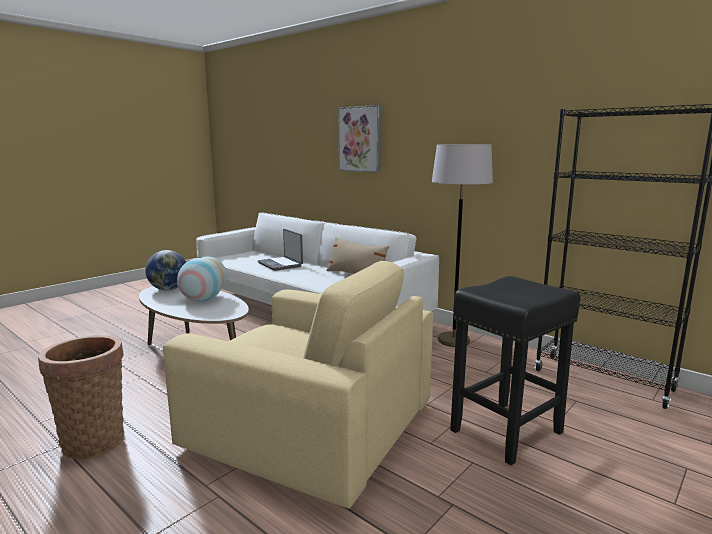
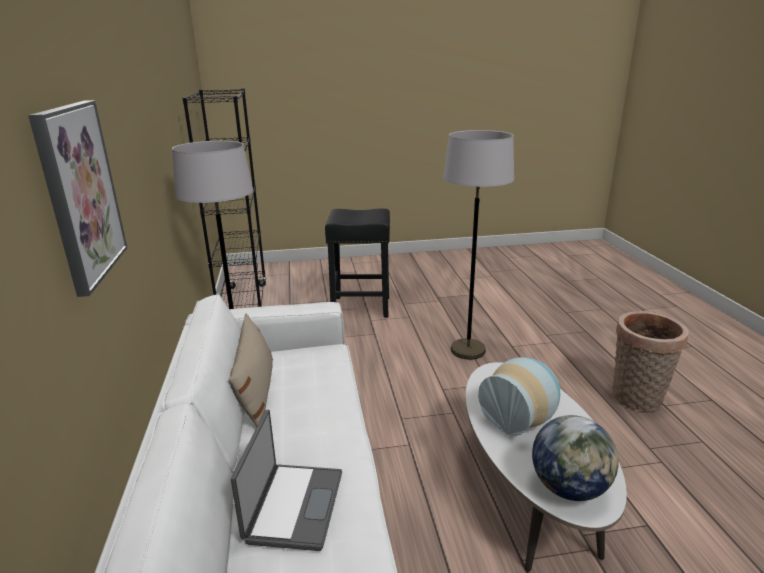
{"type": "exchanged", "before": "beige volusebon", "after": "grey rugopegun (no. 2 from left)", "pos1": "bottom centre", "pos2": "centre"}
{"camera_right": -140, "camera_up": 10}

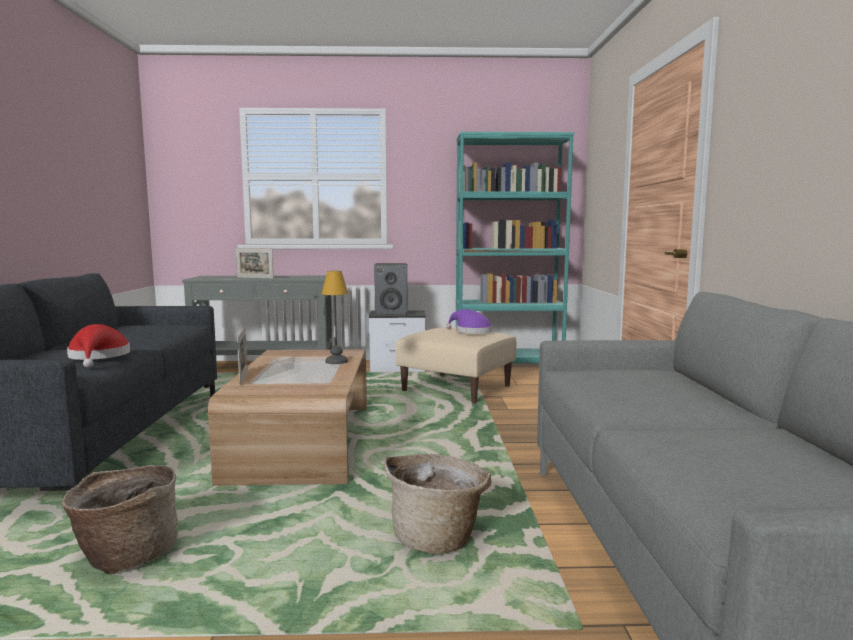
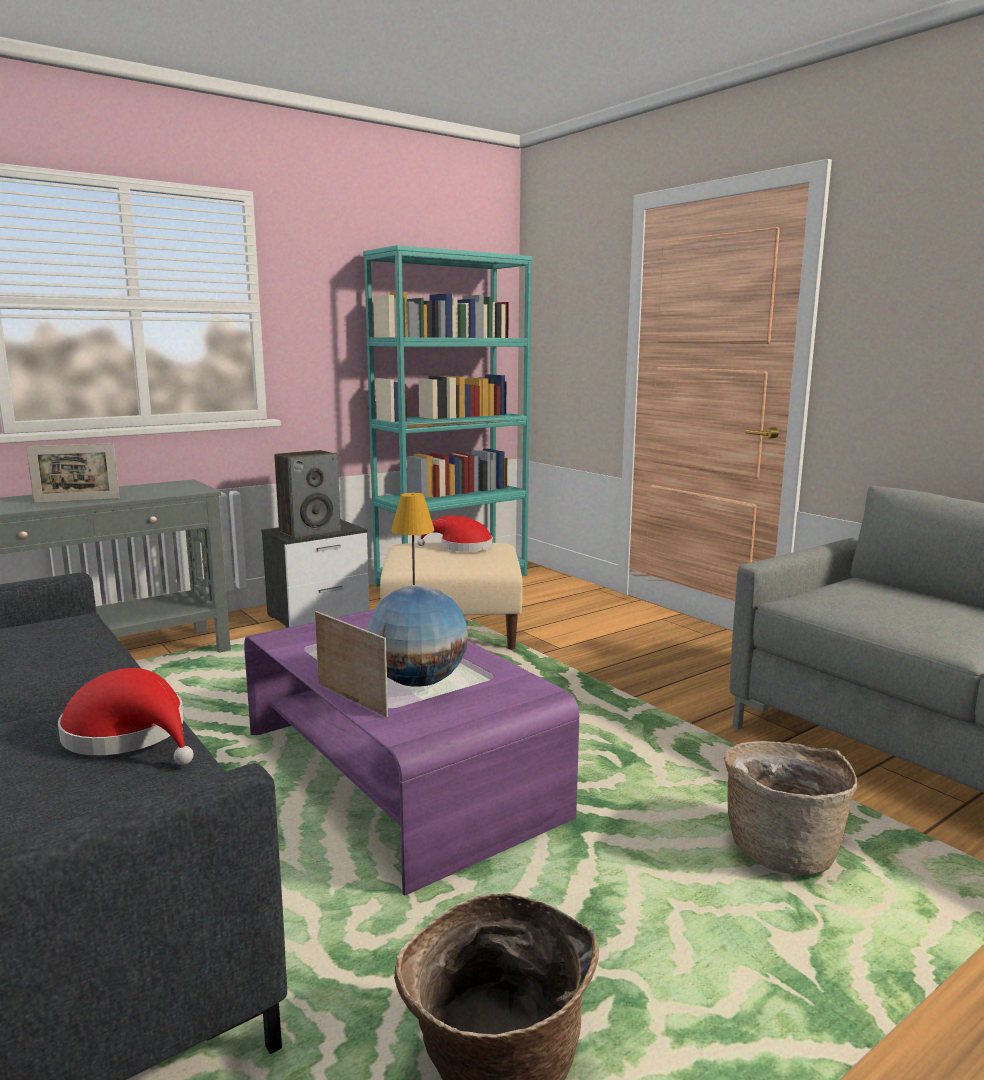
{"type": "colour", "before": "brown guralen", "after": "purple guralen", "pos1": "centre", "pos2": "bottom centre"}
{"type": "appeared", "after": "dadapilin", "pos2": "centre"}
{"type": "colour", "before": "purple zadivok", "after": "red zadivok (no. 2 from left)", "pos1": "centre", "pos2": "centre"}
{"camera_right": -35, "camera_up": 5}

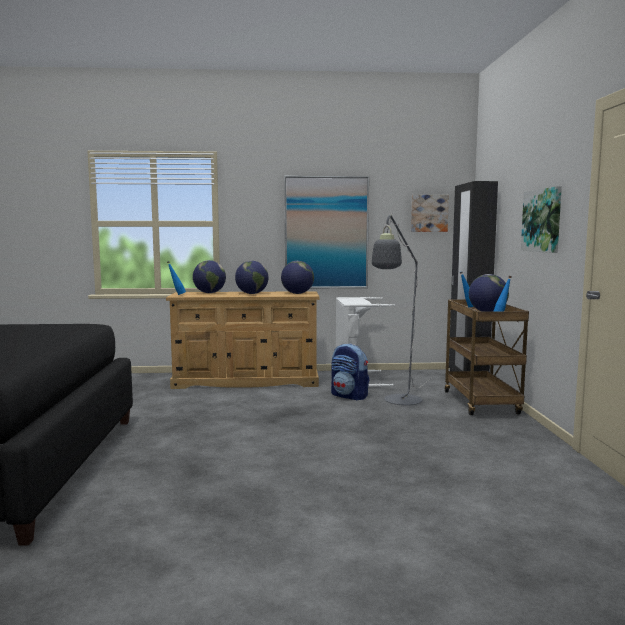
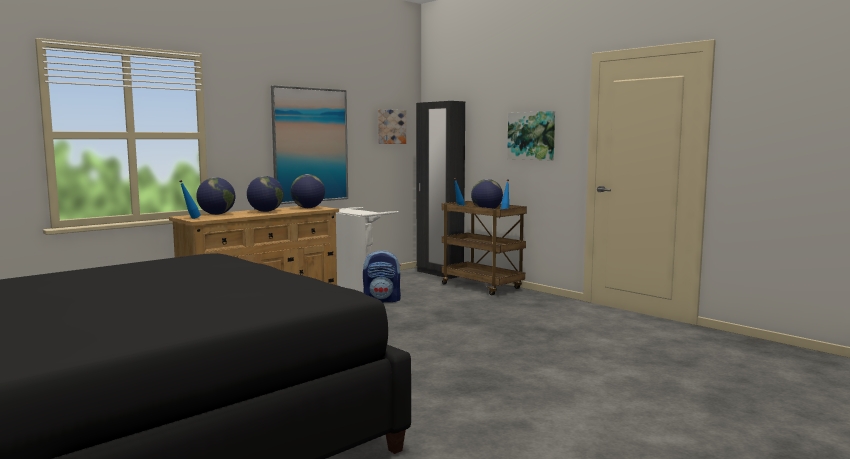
{"type": "missing", "before": "grey rugopegun", "pos1": "centre"}
{"camera_right": -40, "camera_up": 0}

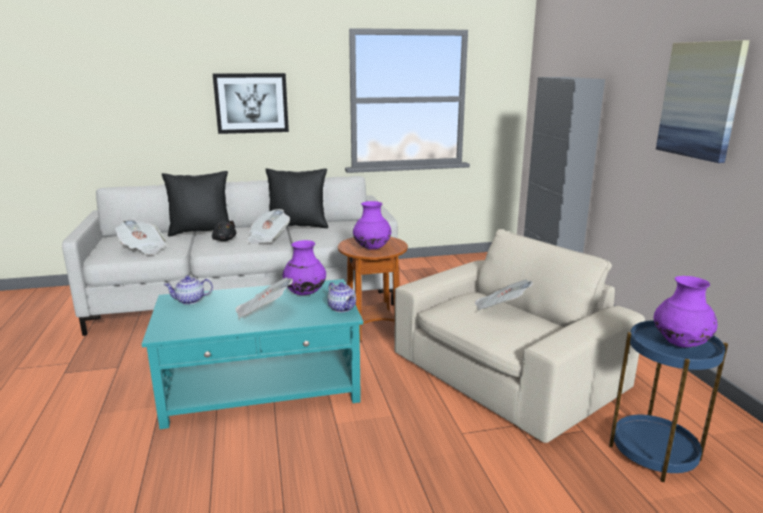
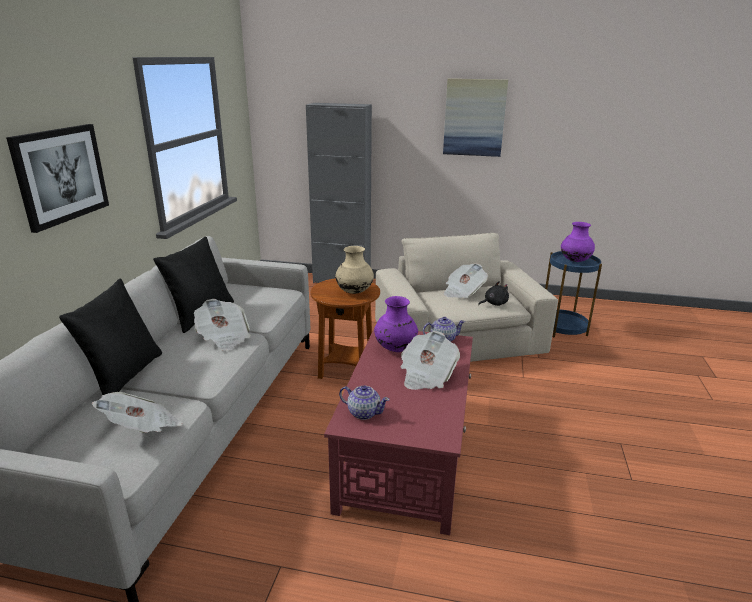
{"type": "colour", "before": "turquoise guralen", "after": "red guralen", "pos1": "bottom left", "pos2": "bottom centre"}
{"type": "colour", "before": "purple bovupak (no. 2 from left)", "after": "beige bovupak", "pos1": "centre", "pos2": "centre"}
{"type": "spun", "before": "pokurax (no. 1 from left)", "pos1": "middle left", "pos2": "bottom centre", "turn": -75}
{"type": "relocated", "before": "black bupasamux", "pos1": "middle left", "pos2": "centre"}
{"camera_right": -65, "camera_up": 5}

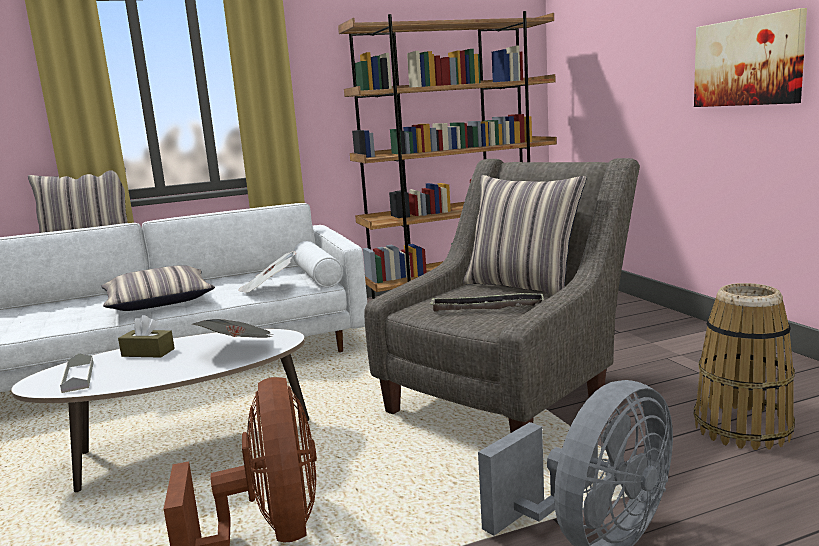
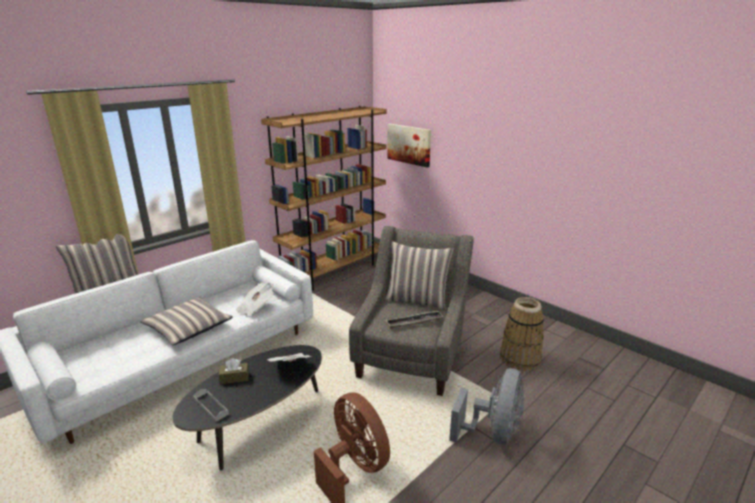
{"type": "colour", "before": "white guralen", "after": "black guralen", "pos1": "bottom left", "pos2": "bottom left"}
{"type": "relocated", "before": "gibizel", "pos1": "top right", "pos2": "top centre"}
{"camera_right": -25, "camera_up": 10}

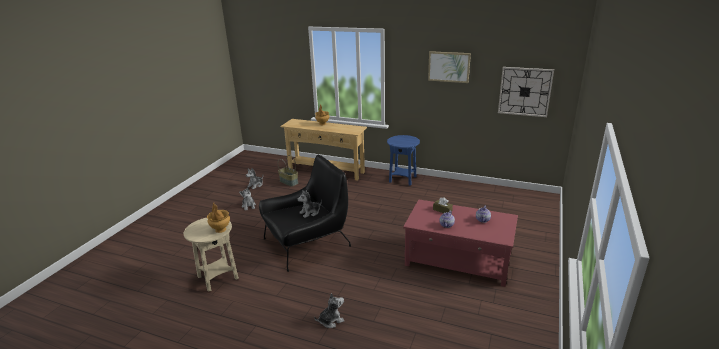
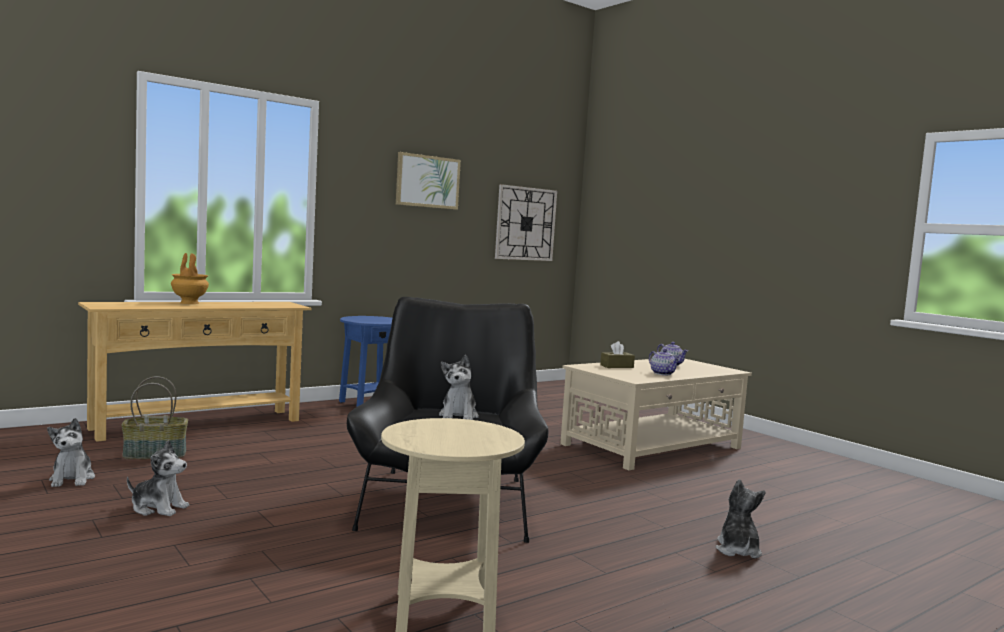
{"type": "colour", "before": "red guralen", "after": "beige guralen", "pos1": "bottom centre", "pos2": "centre"}
{"type": "missing", "before": "brown bovupak (no. 1 from left)", "pos1": "middle left"}
{"camera_right": -60, "camera_up": -20}

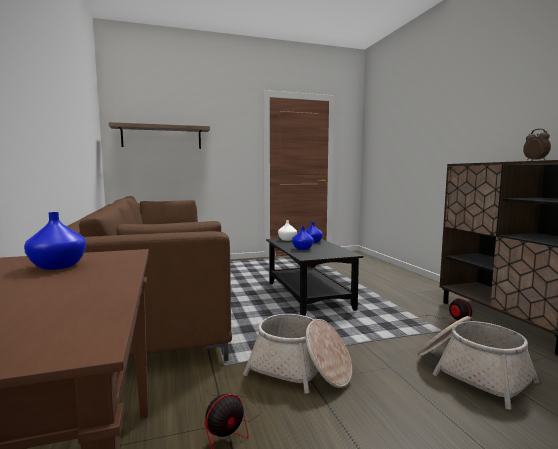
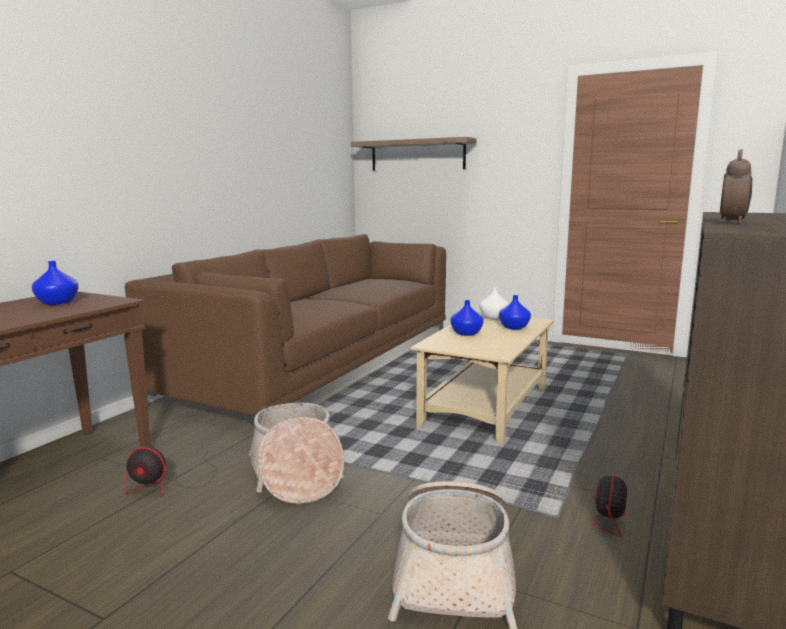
{"type": "colour", "before": "black guralen", "after": "beige guralen", "pos1": "centre", "pos2": "centre"}
{"camera_right": 45, "camera_up": 5}

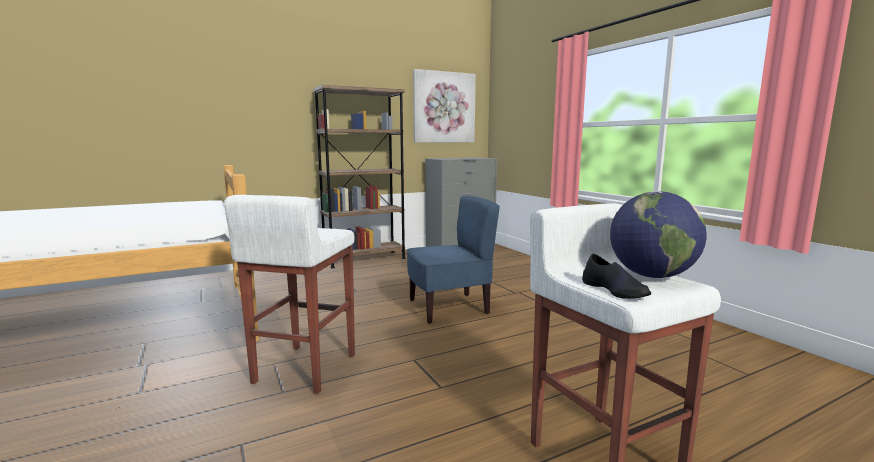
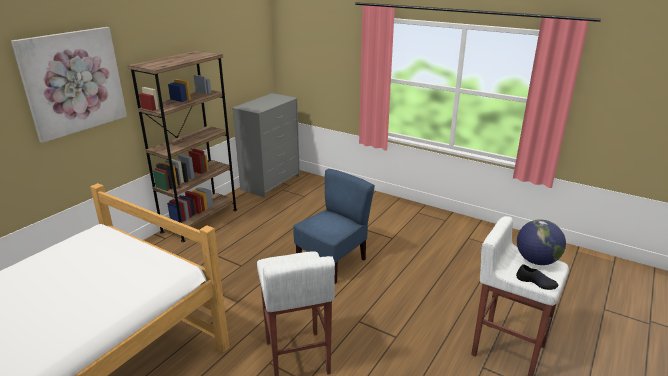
{"type": "relocated", "before": "gibizel", "pos1": "top centre", "pos2": "top left"}
{"camera_right": -30, "camera_up": 15}

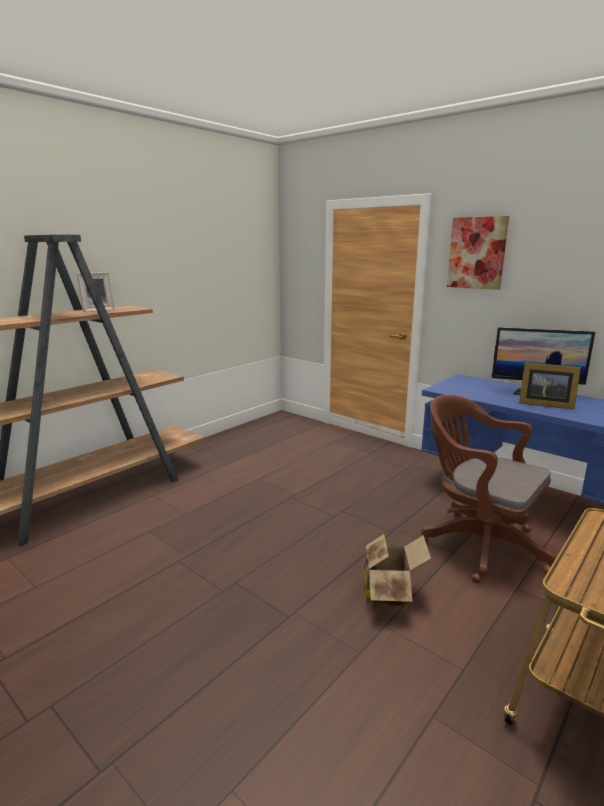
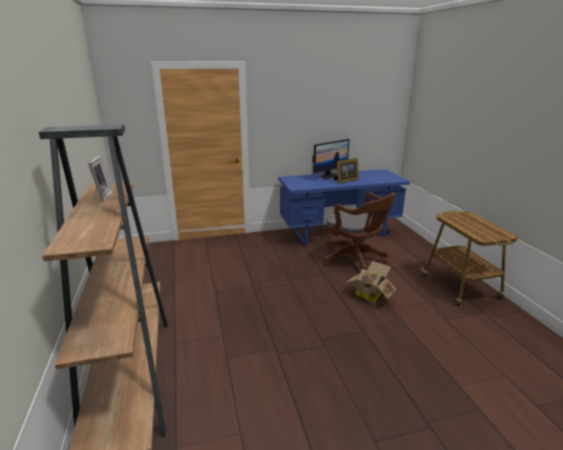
{"type": "spun", "before": "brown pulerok", "pos1": "middle right", "pos2": "centre", "turn": -120}
{"type": "missing", "before": "gibizel", "pos1": "top right"}
{"camera_right": -55, "camera_up": 5}

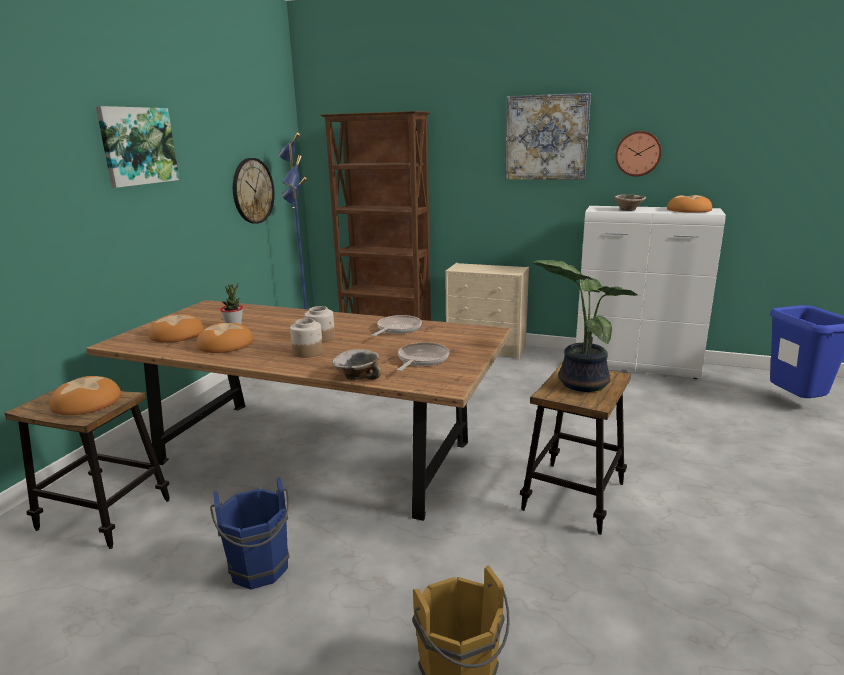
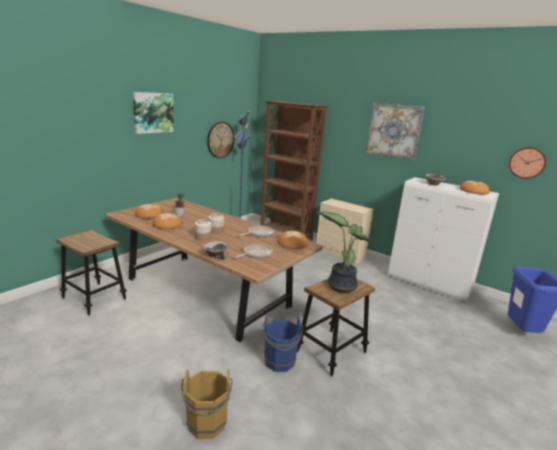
{"type": "relocated", "before": "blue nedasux", "pos1": "bottom left", "pos2": "bottom centre"}
{"type": "relocated", "before": "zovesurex (no. 1 from left in the first image)", "after": "zovesurex (no. 3 from left)", "pos1": "middle left", "pos2": "centre"}
{"type": "relocated", "before": "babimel (no. 2 from left)", "pos1": "top right", "pos2": "middle right"}
{"camera_right": 15, "camera_up": 0}

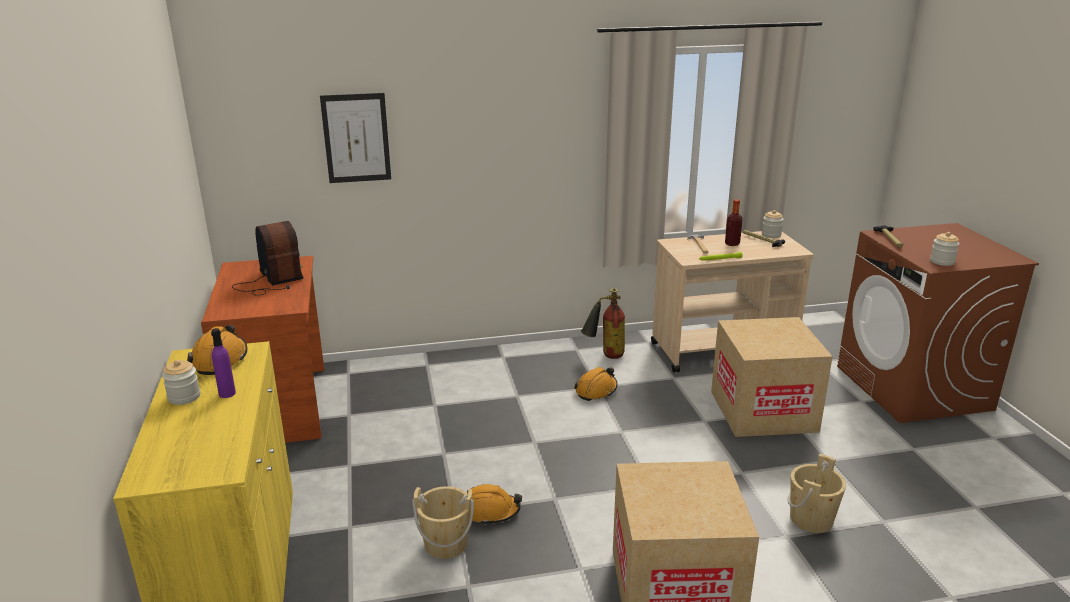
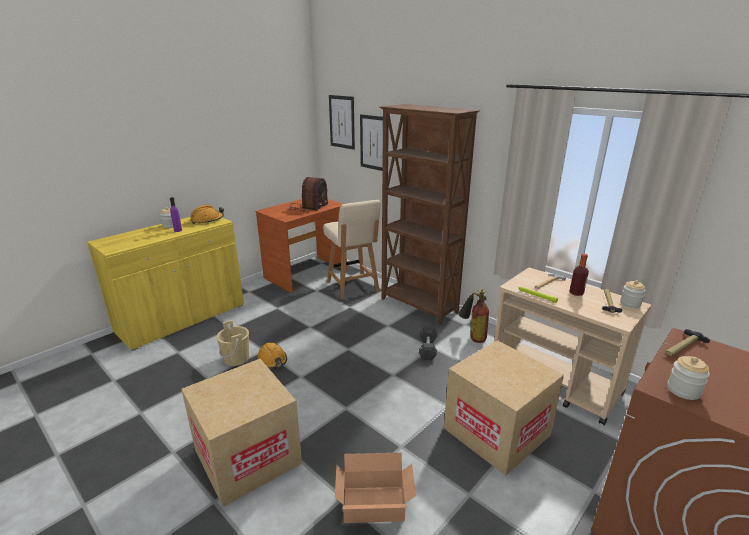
{"type": "appeared", "after": "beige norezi", "pos2": "centre"}
{"type": "appeared", "after": "gibizel (no. 1 from left)", "pos2": "top centre"}
{"type": "exchanged", "before": "beige nedasux (no. 2 from left)", "after": "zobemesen (no. 2 from left)", "pos1": "bottom right", "pos2": "bottom centre"}
{"type": "appeared", "after": "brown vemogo", "pos2": "centre"}
{"type": "exchanged", "before": "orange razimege (no. 3 from left)", "after": "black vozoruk", "pos1": "centre", "pos2": "centre"}
{"camera_right": 55, "camera_up": 0}

